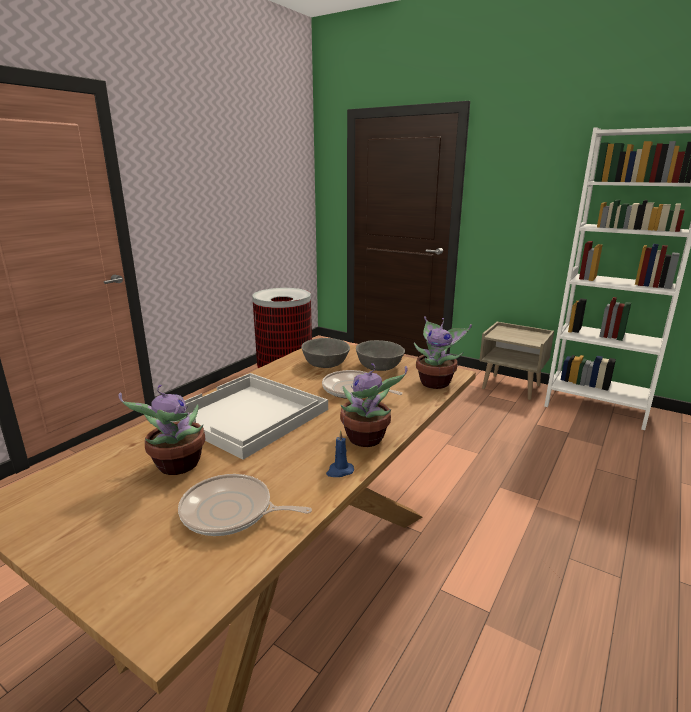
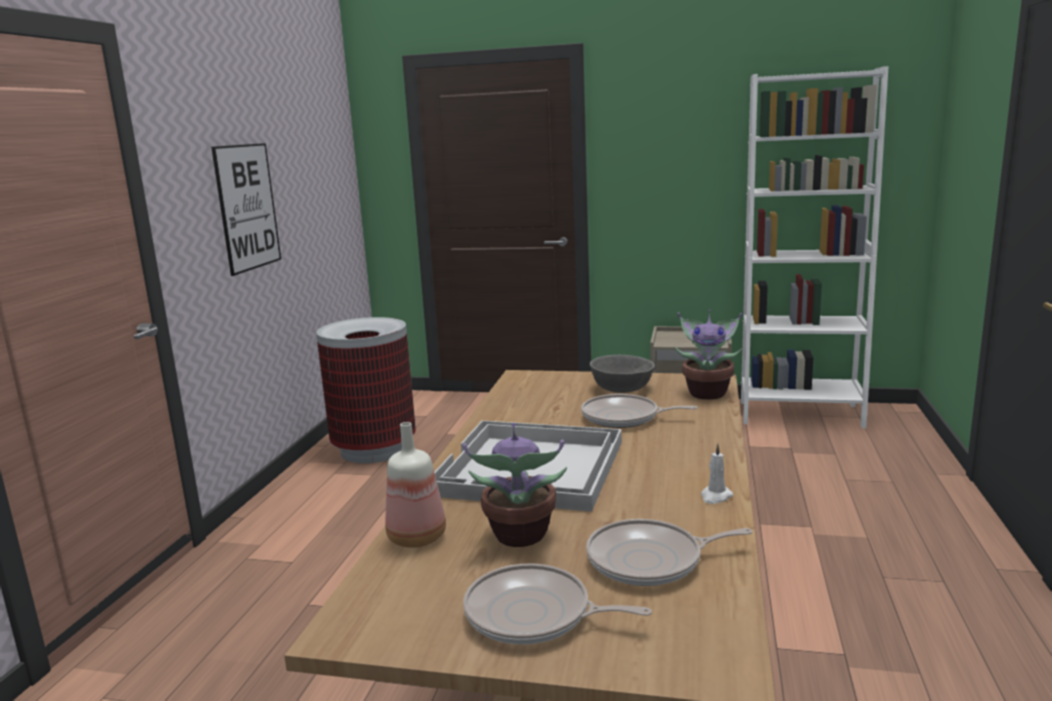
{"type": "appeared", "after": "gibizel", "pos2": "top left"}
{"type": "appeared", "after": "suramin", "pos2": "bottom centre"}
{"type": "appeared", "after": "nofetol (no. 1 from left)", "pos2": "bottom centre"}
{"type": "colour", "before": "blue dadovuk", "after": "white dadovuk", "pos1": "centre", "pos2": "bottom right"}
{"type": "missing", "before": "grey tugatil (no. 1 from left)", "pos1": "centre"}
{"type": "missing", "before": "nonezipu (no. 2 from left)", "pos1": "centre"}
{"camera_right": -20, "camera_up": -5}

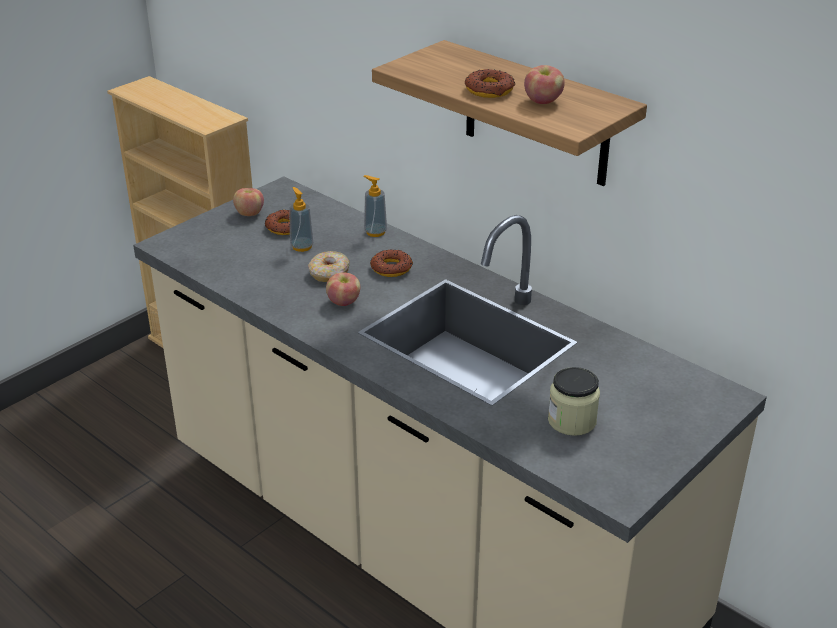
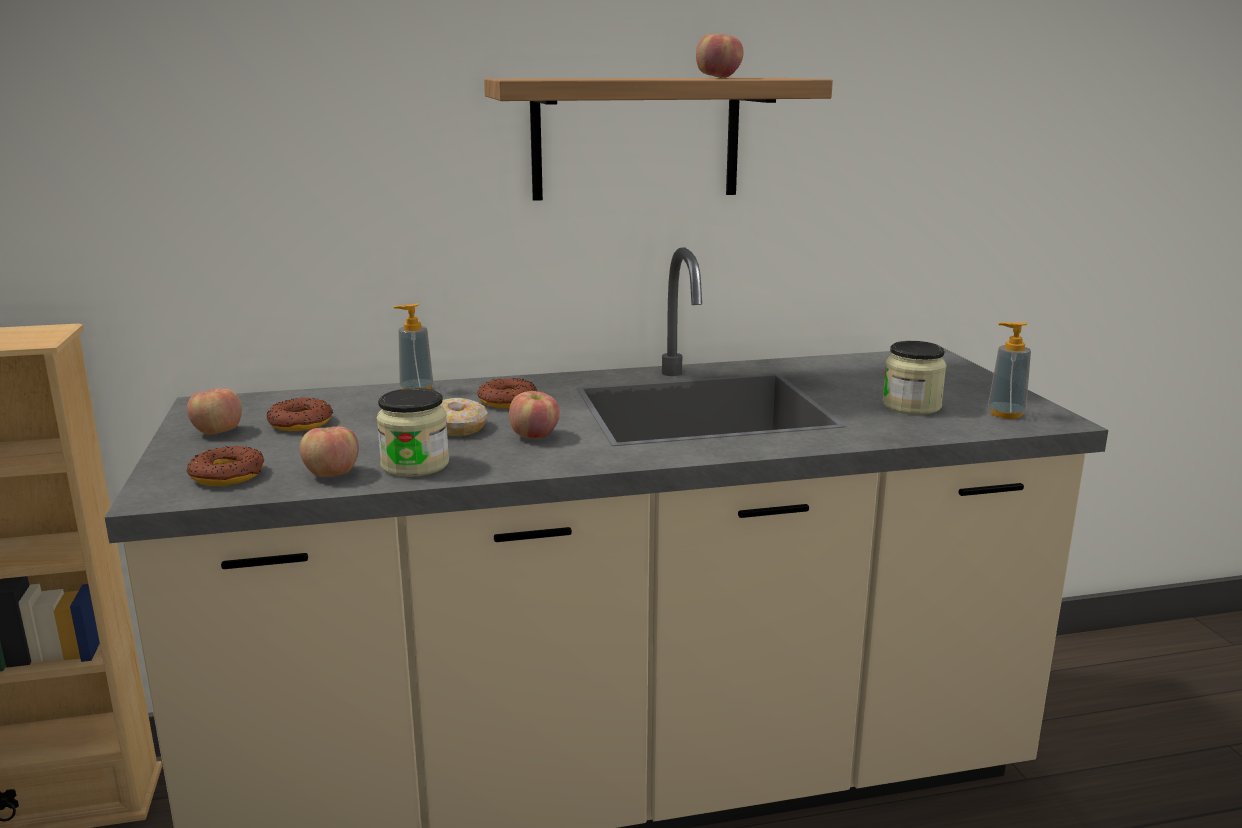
{"type": "relocated", "before": "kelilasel (no. 4 from left in the first image)", "after": "kelilasel (no. 1 from left)", "pos1": "top centre", "pos2": "middle left"}
{"type": "appeared", "after": "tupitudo (no. 2 from left)", "pos2": "middle left"}
{"type": "appeared", "after": "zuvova (no. 1 from left)", "pos2": "middle left"}
{"type": "relocated", "before": "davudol (no. 1 from left in the first image)", "after": "davudol (no. 2 from left)", "pos1": "centre", "pos2": "middle right"}
{"camera_right": -55, "camera_up": -15}

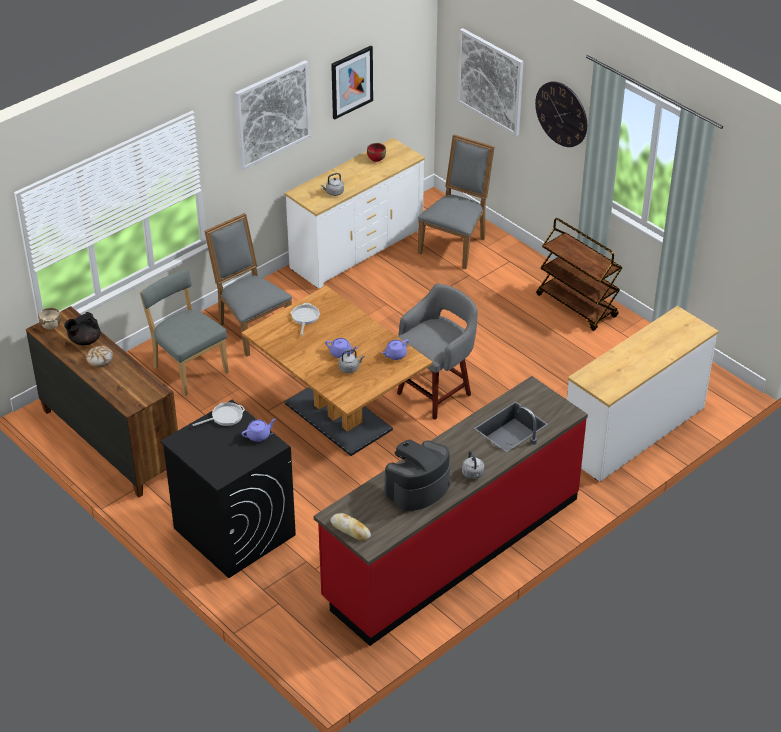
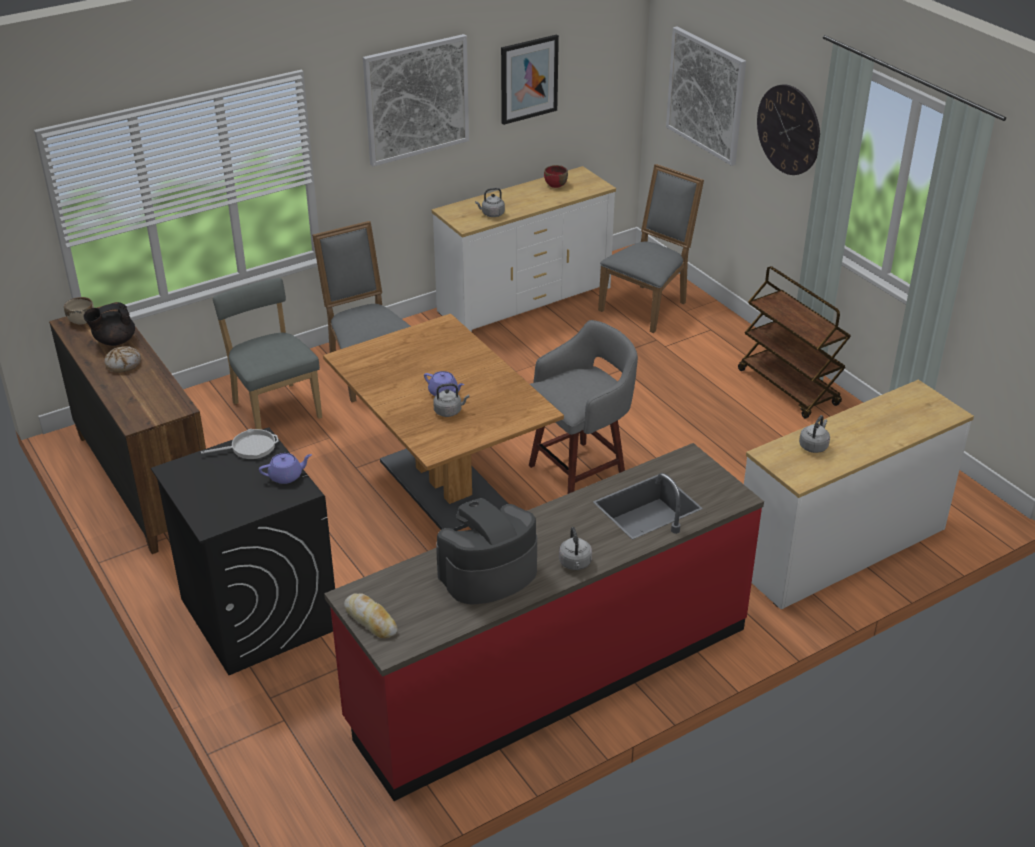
{"type": "appeared", "after": "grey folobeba (no. 4 from left)", "pos2": "middle right"}
{"type": "missing", "before": "nofetol (no. 2 from left)", "pos1": "centre"}
{"type": "missing", "before": "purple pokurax (no. 3 from left)", "pos1": "centre"}
{"camera_right": 10, "camera_up": -5}

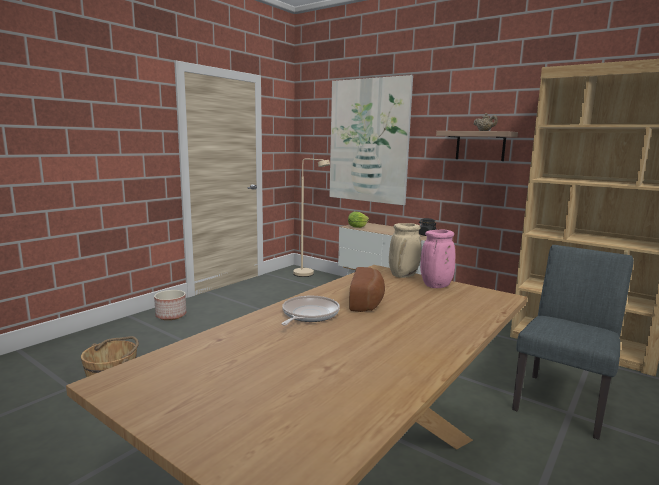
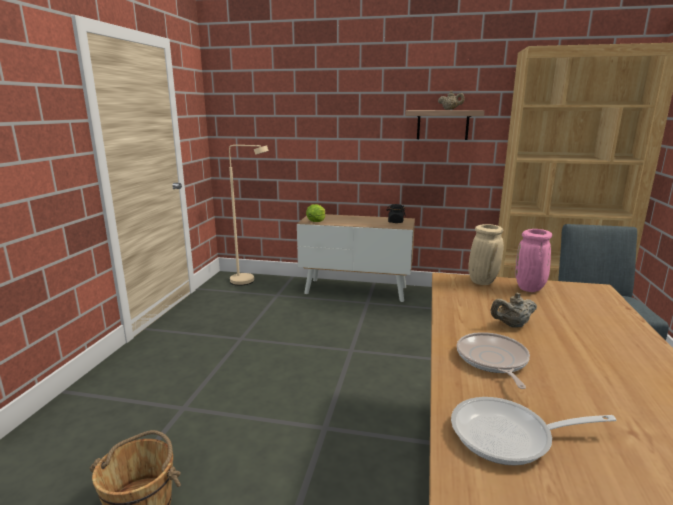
{"type": "appeared", "after": "nofetol (no. 2 from left)", "pos2": "bottom right"}
{"type": "exchanged", "before": "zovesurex", "after": "beige pokurax (no. 2 from left)", "pos1": "centre", "pos2": "middle right"}
{"type": "missing", "before": "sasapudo", "pos1": "middle left"}
{"type": "missing", "before": "gibizel", "pos1": "top centre"}
{"camera_right": -25, "camera_up": 5}

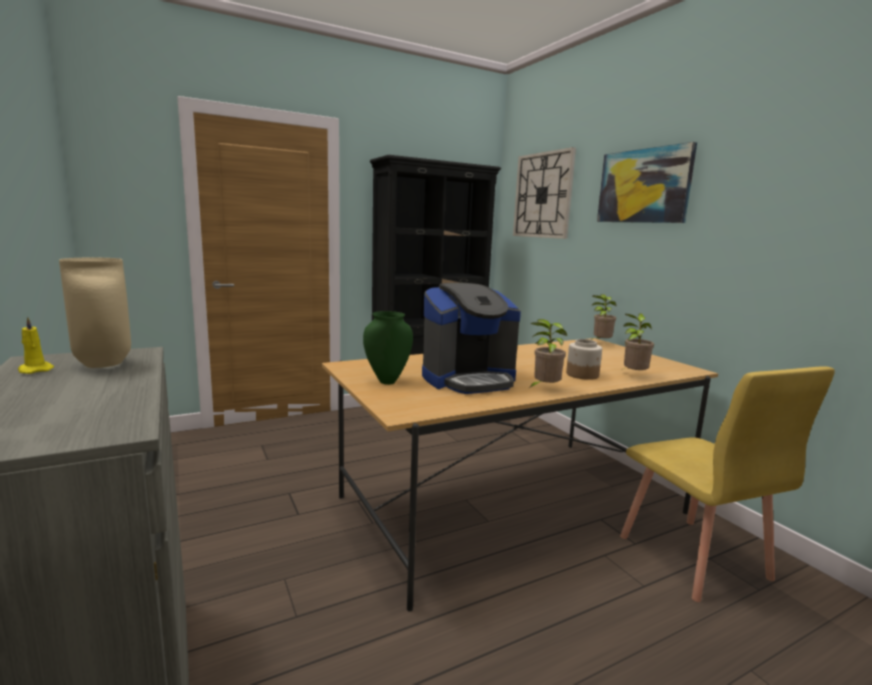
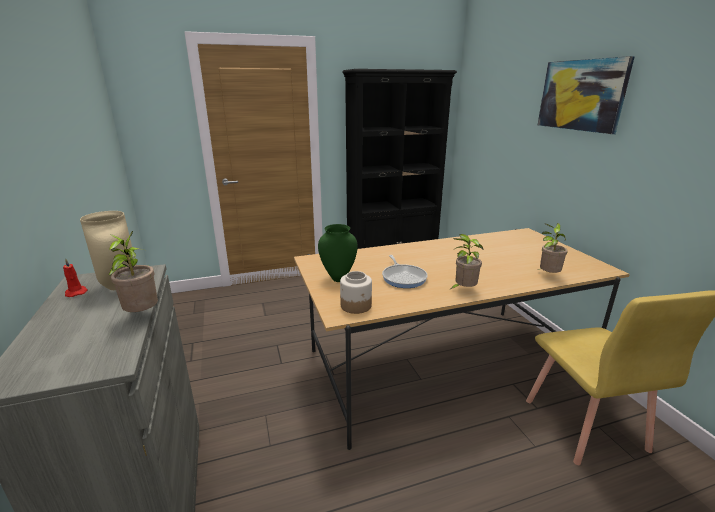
{"type": "colour", "before": "yellow dadovuk", "after": "red dadovuk", "pos1": "middle left", "pos2": "middle left"}
{"type": "relocated", "before": "nonezipu (no. 2 from left in the first image)", "after": "nonezipu (no. 1 from left)", "pos1": "middle right", "pos2": "middle left"}
{"type": "relocated", "before": "zuvova", "pos1": "middle right", "pos2": "centre"}
{"type": "exchanged", "before": "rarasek", "after": "nofetol", "pos1": "centre", "pos2": "centre"}
{"type": "missing", "before": "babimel", "pos1": "top centre"}
{"camera_right": 10, "camera_up": 10}

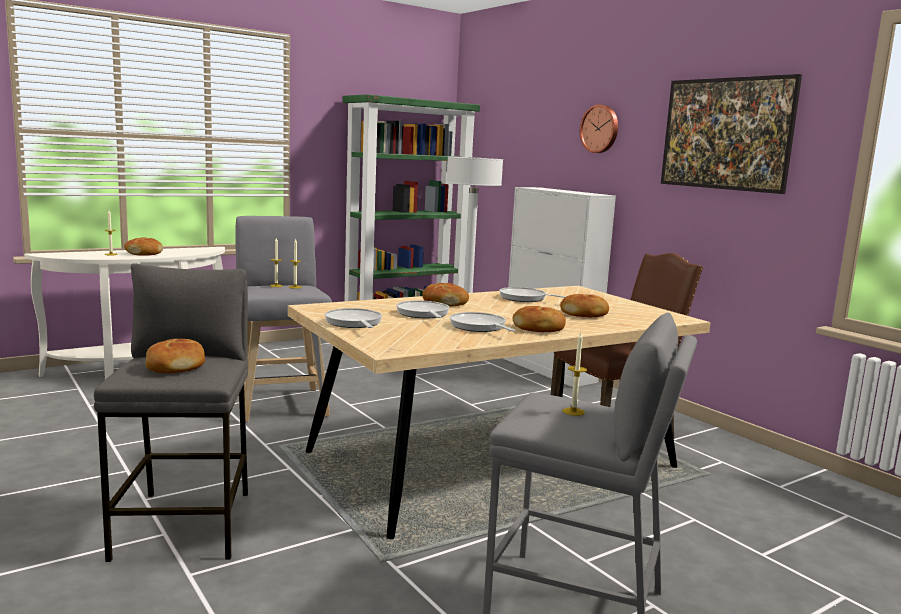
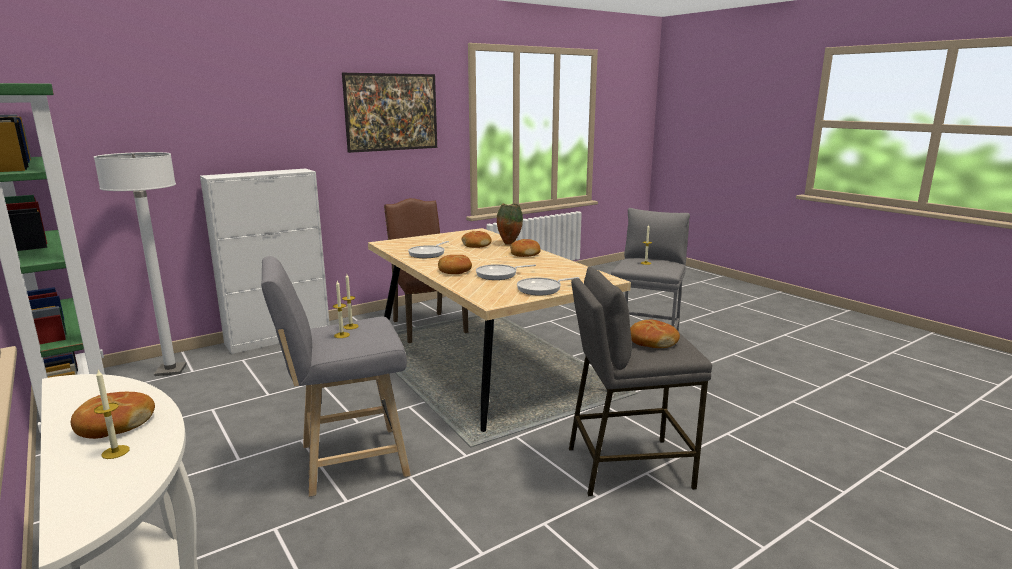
{"type": "appeared", "after": "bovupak", "pos2": "centre"}
{"type": "missing", "before": "nofetol (no. 3 from left)", "pos1": "centre"}
{"type": "missing", "before": "babimel", "pos1": "top centre"}
{"camera_right": -90, "camera_up": 5}

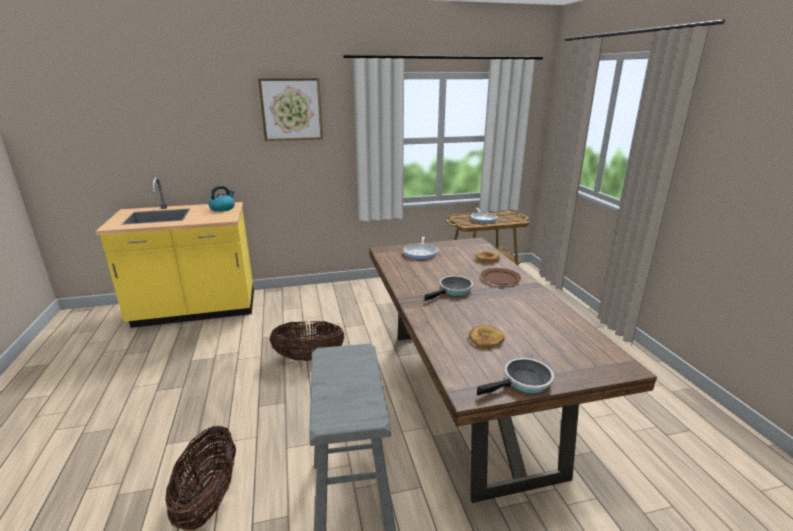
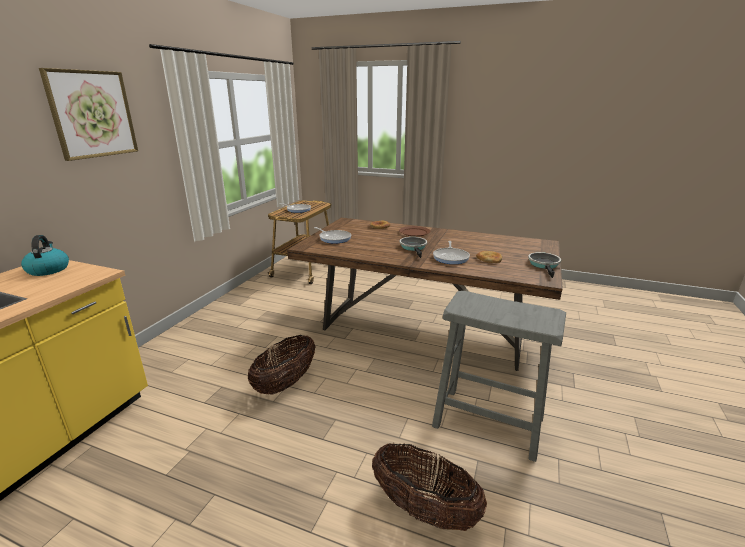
{"type": "appeared", "after": "nofetol (no. 4 from left)", "pos2": "centre"}
{"camera_right": -55, "camera_up": 0}

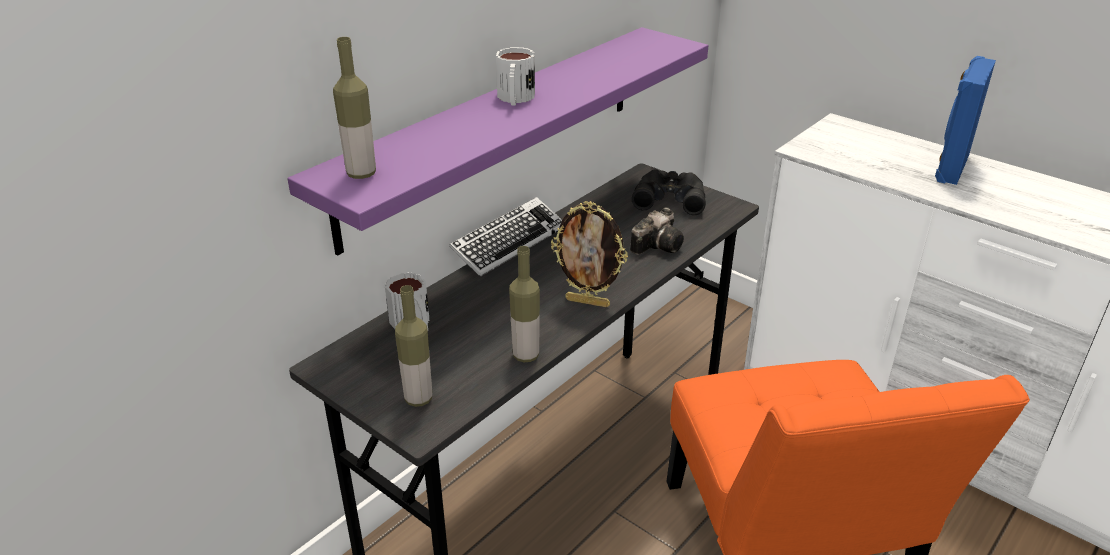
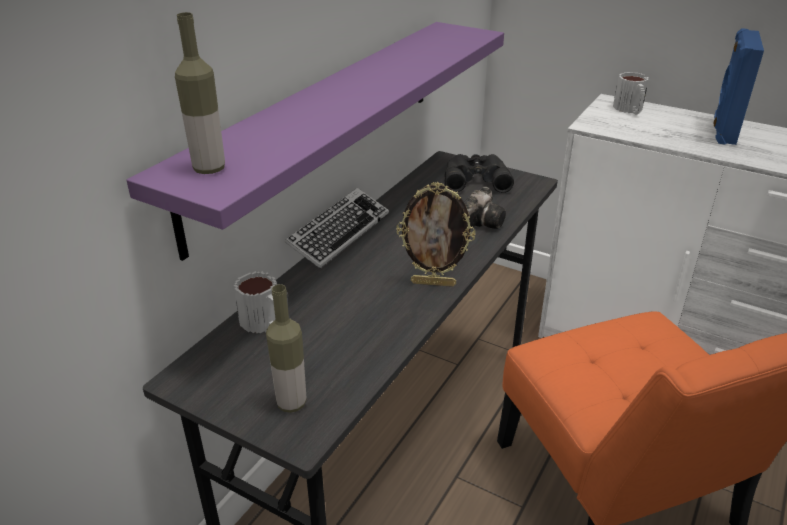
{"type": "relocated", "before": "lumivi (no. 2 from left)", "pos1": "top centre", "pos2": "top right"}
{"type": "missing", "before": "suramin (no. 3 from left)", "pos1": "centre"}
{"camera_right": -10, "camera_up": 0}

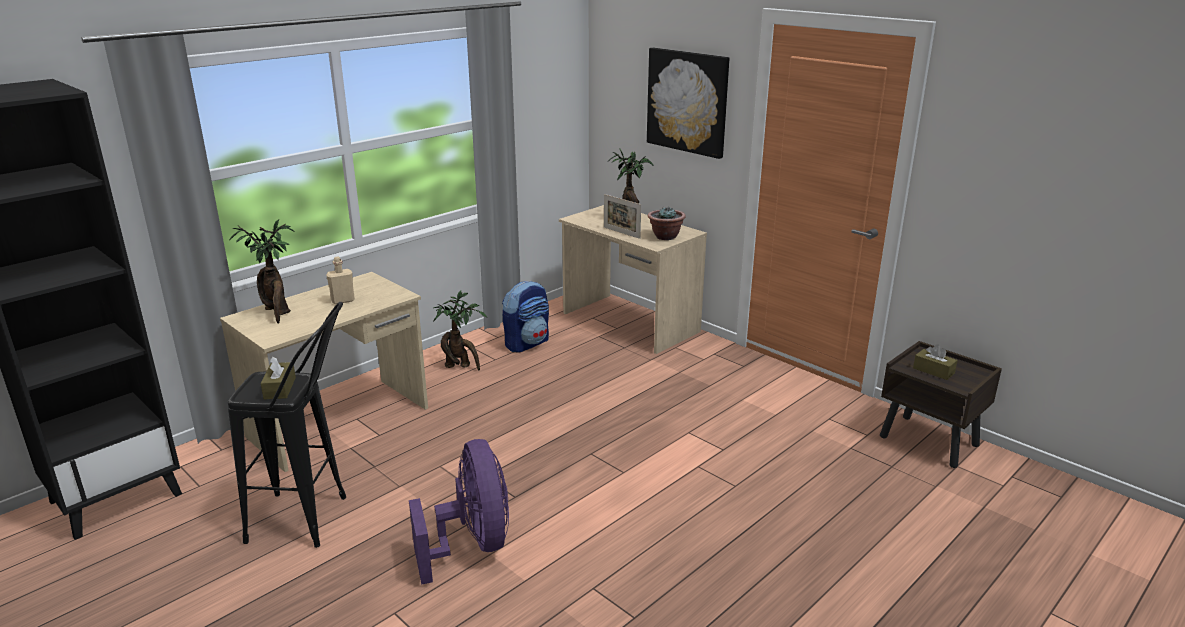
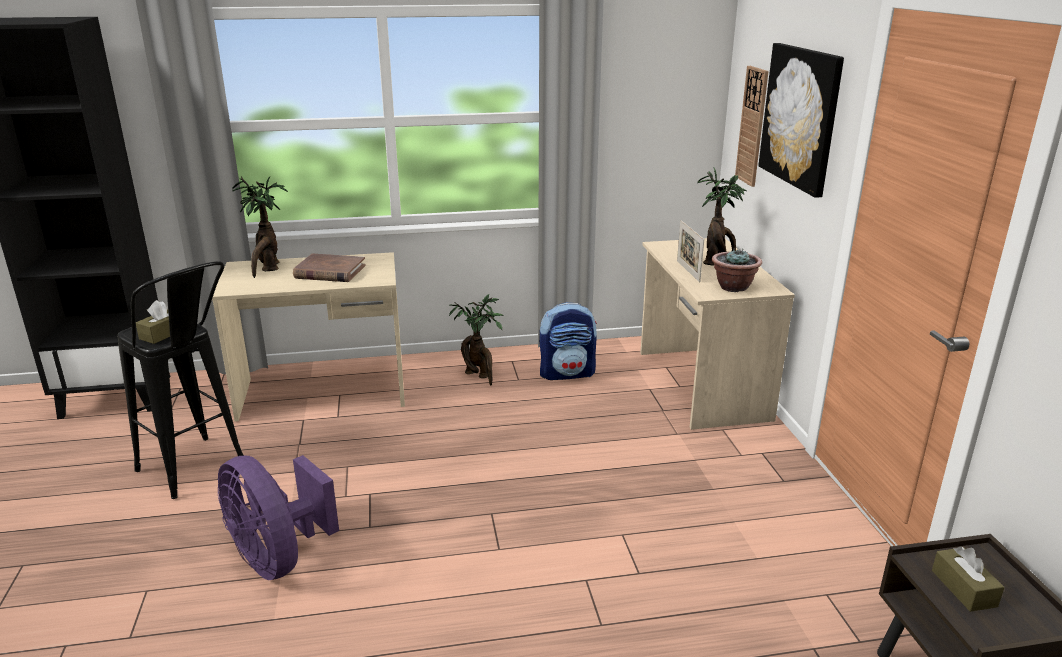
{"type": "spun", "before": "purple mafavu", "pos1": "bottom centre", "pos2": "bottom left", "turn": 120}
{"type": "exchanged", "before": "beige suramin", "after": "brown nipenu", "pos1": "middle left", "pos2": "middle left"}
{"type": "appeared", "after": "babimel", "pos2": "top right"}
{"camera_right": 35, "camera_up": 0}

